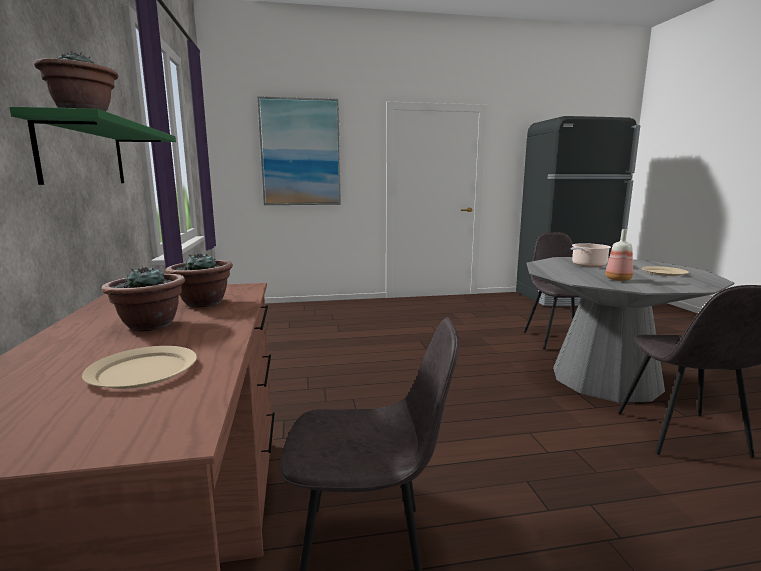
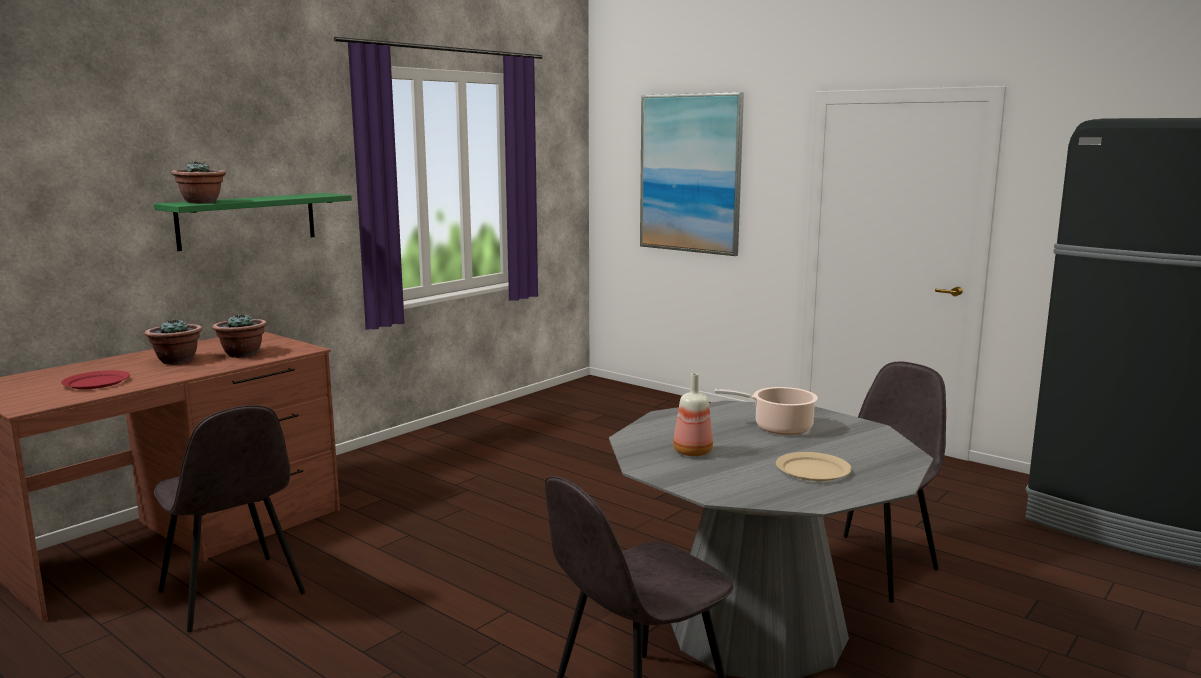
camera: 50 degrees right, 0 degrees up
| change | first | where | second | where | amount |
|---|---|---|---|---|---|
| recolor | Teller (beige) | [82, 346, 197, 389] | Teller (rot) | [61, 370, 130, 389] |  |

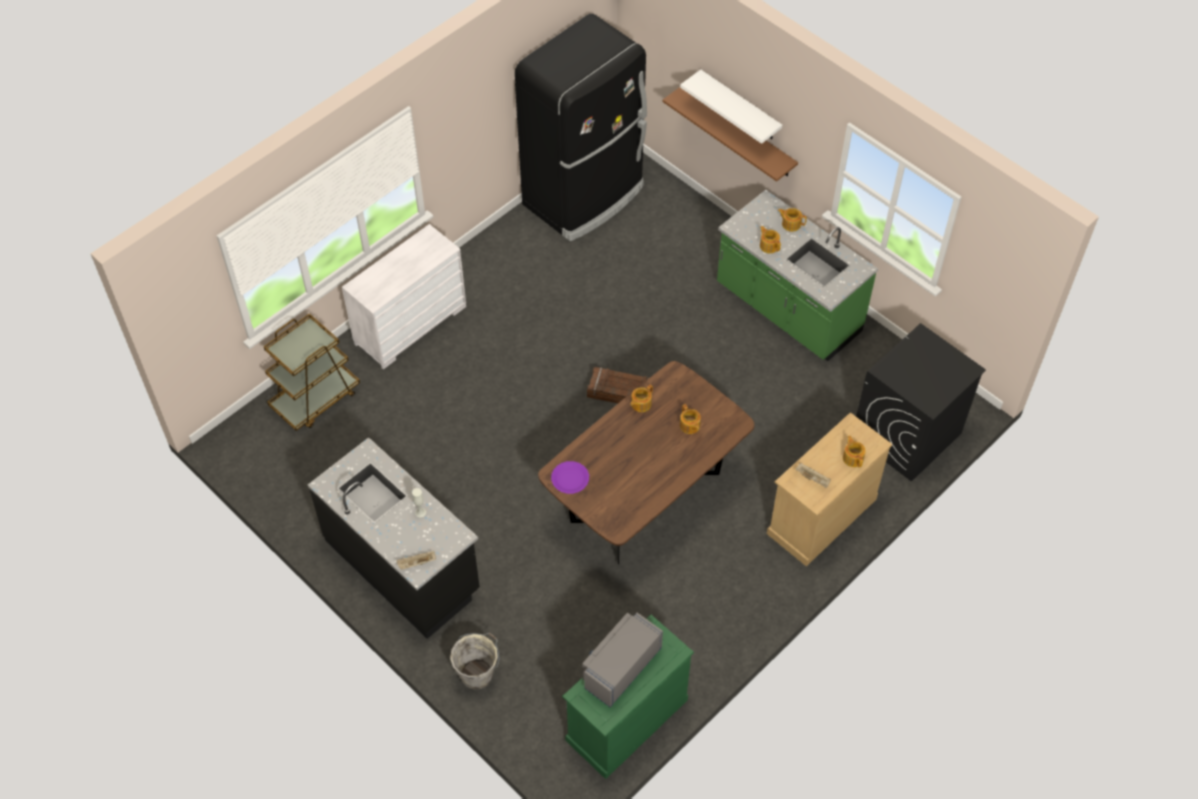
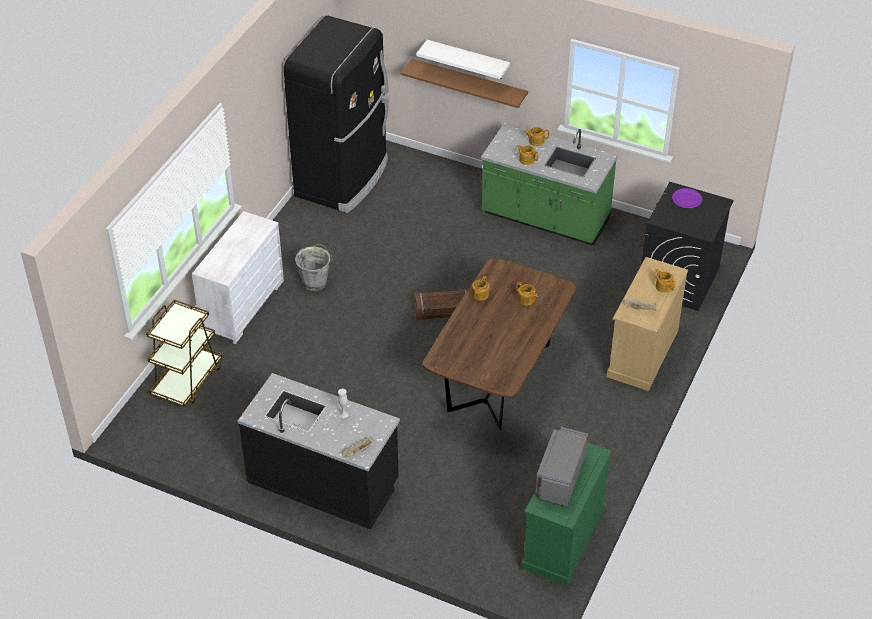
camera: 20 degrees left, 10 degrees down
| change | first | where | second | where | amount |
|---|---|---|---|---|---|
| move | Teller (lila) | [551, 461, 589, 494] |  | [672, 188, 702, 208] |  |
| move | Eimer (grau) | [450, 632, 500, 689] |  | [295, 244, 333, 291] |  |

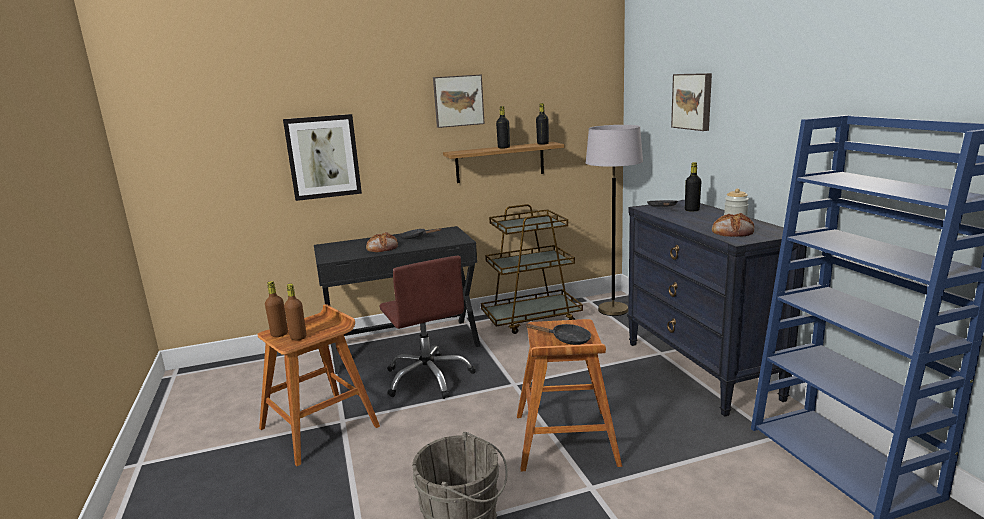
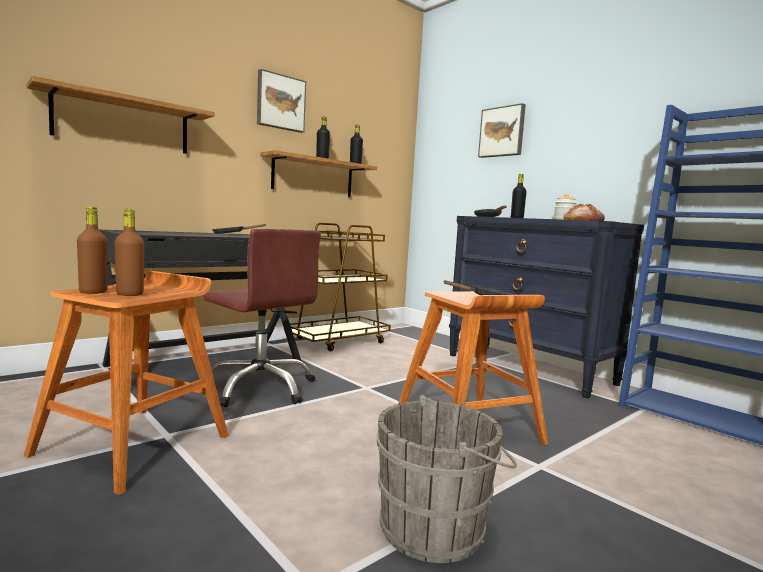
camera: 25 degrees left, 10 degrees down
| change | first | where | second | where | amount |
|---|---|---|---|---|---|
| replace | Bild | [283, 114, 362, 201] | Wandregal | [27, 75, 215, 154] |  |
| delete | Stehlampe (grau) | [586, 125, 643, 316] |  |  |  |
| delete | Brot | [366, 232, 398, 252] |  |  |  |

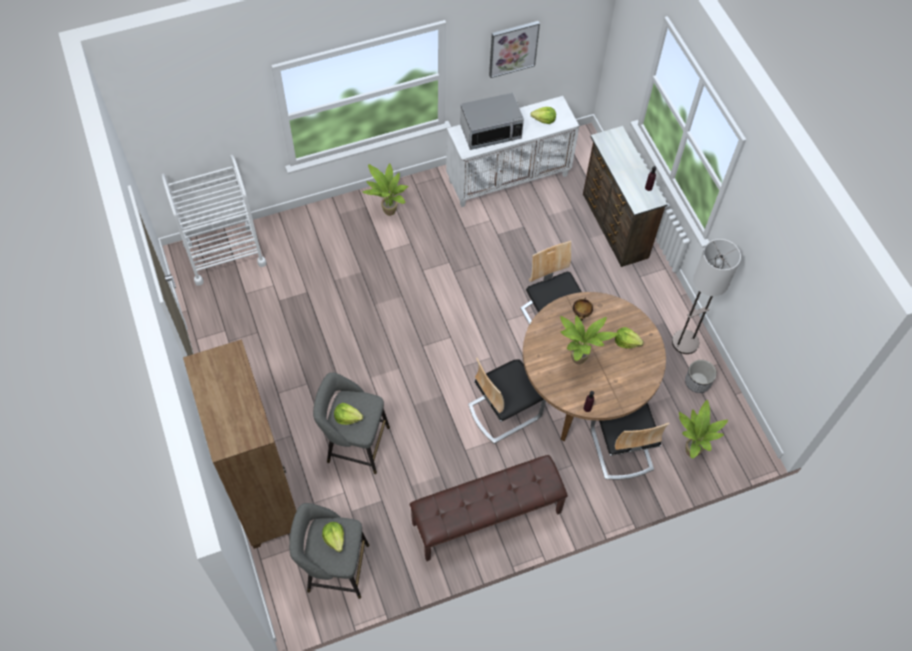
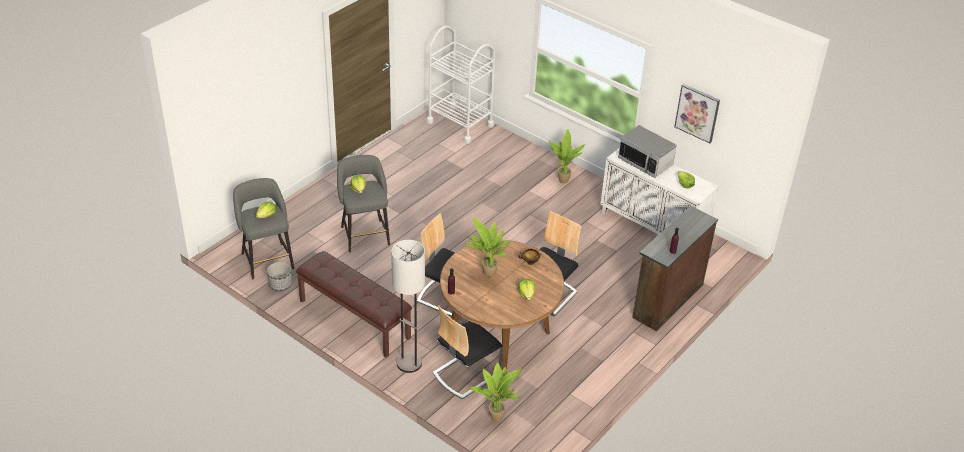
camera: 60 degrees right, 20 degrees down
| change | first | where | second | where | amount |
|---|---|---|---|---|---|
| move | Stehlampe | [672, 239, 741, 354] |  | [391, 240, 425, 373] |  |
| delete | Bücherregal (braun) | [183, 339, 296, 549] |  |  |  |
| move | Pflanzkübel | [685, 360, 717, 393] |  | [267, 262, 292, 291] |  |

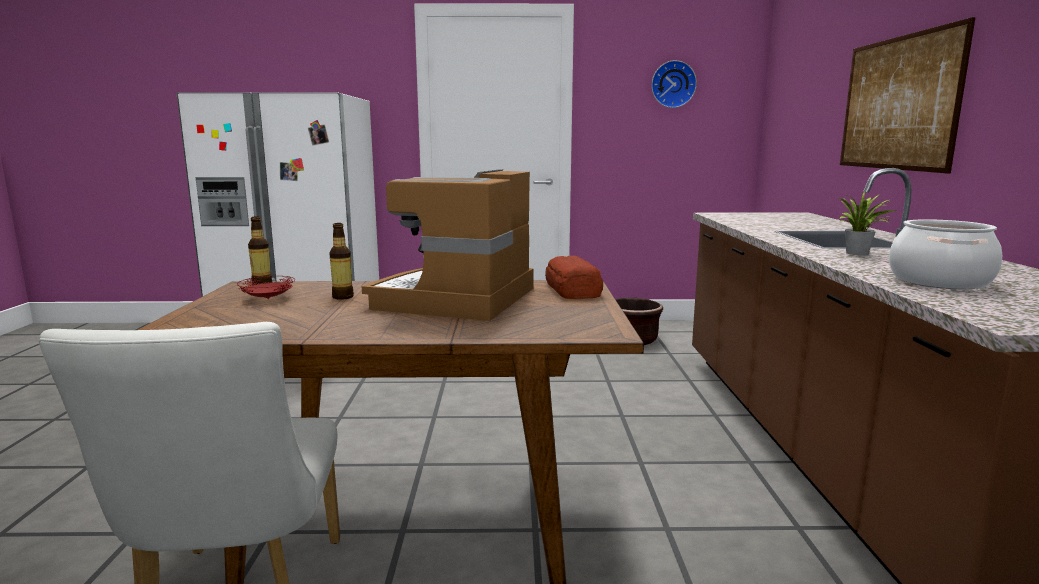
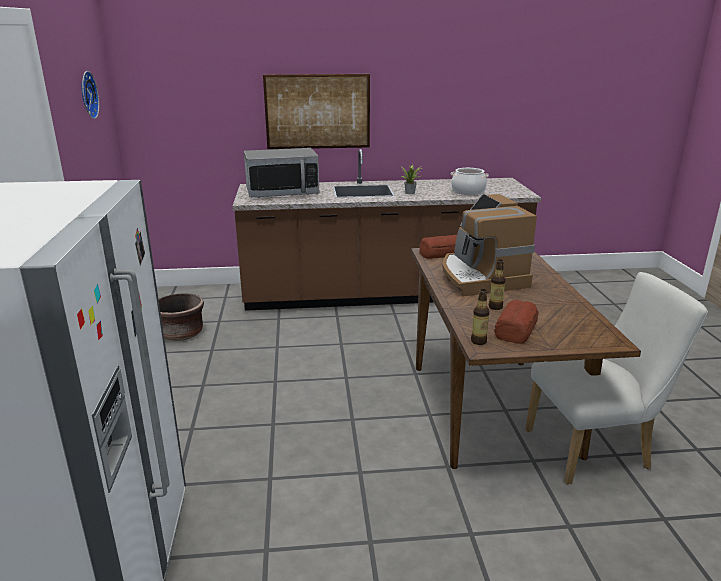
camera: 95 degrees left, 10 degrees up
| change | first | where | second | where | amount |
|---|---|---|---|---|---|
| rotate | Kaffeemaschine | [362, 169, 534, 321] |  | [442, 194, 537, 297] | 60 degrees clockwise |
| replace | Teller (rot) | [237, 276, 295, 299] | Brot | [494, 300, 538, 344] |  |
| insert |  |  | Mikrowelle | [244, 148, 319, 198] |  |

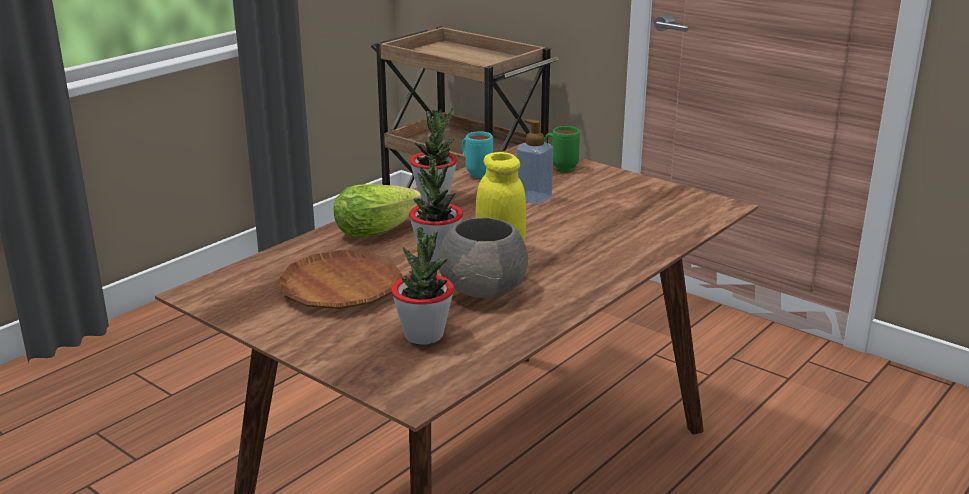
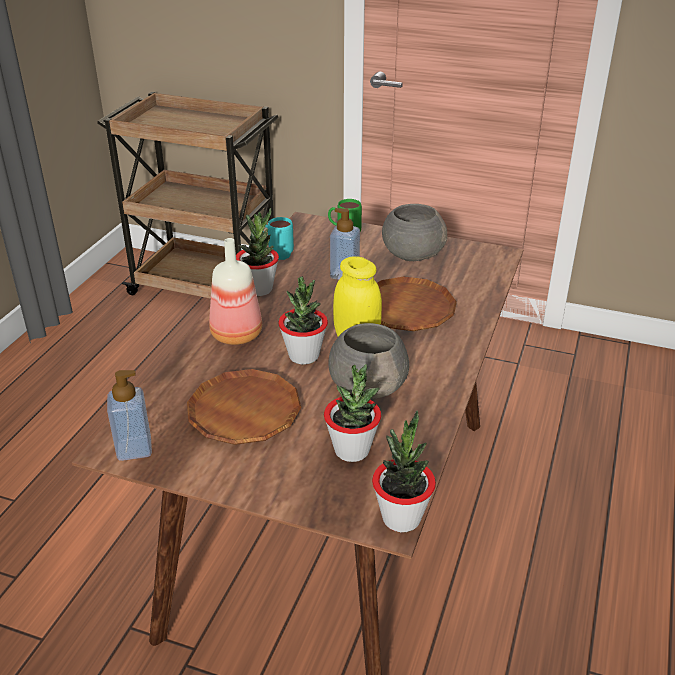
camera: 20 degrees left, 10 degrees up
| change | first | where | second | where | amount |
|---|---|---|---|---|---|
| replace | Salatkopf | [334, 184, 422, 237] | Flasche | [209, 238, 262, 345] |  |
| insert |  |  | Schüssel (grau) | [382, 204, 447, 261] |  |
| insert |  |  | Teller (braun) | [377, 277, 457, 331] |  |
| insert |  |  | Seifenspender | [107, 370, 152, 461] |  |
| insert |  |  | Topfpflanze | [372, 411, 436, 532] |  |

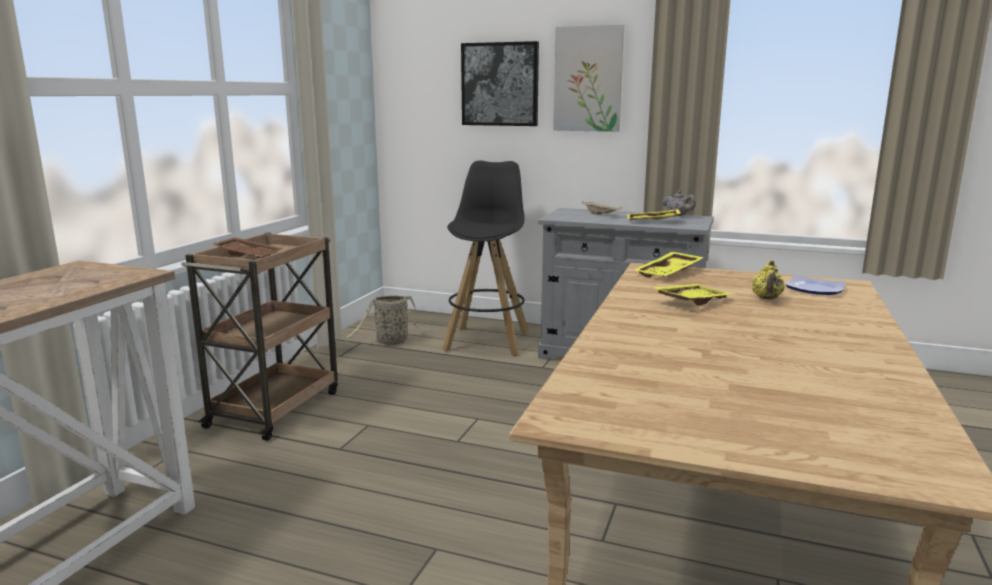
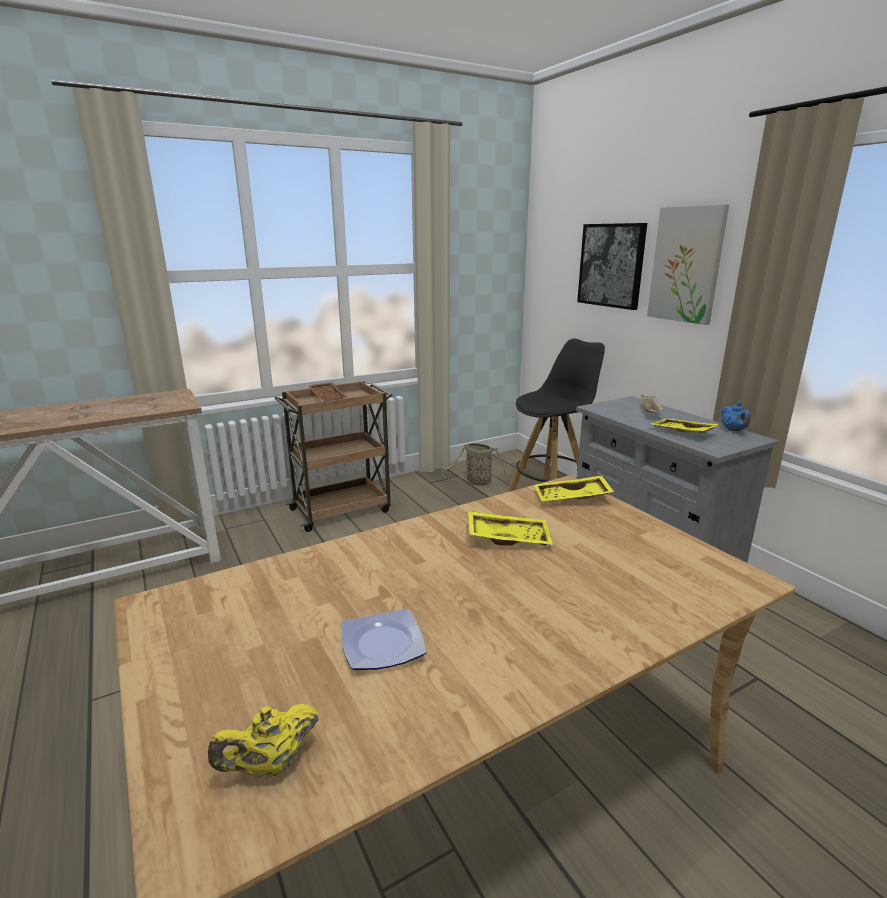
camera: 40 degrees right, 5 degrees up
| change | first | where | second | where | amount |
|---|---|---|---|---|---|
| recolor | Teekanne (grau) | [662, 190, 696, 216] | Teekanne (blau) | [722, 402, 751, 431] |  |
| move | Teekanne (gelb) | [752, 260, 785, 300] |  | [208, 704, 319, 777] |  |
| move | Teller | [786, 275, 845, 295] |  | [341, 609, 426, 670] |  |

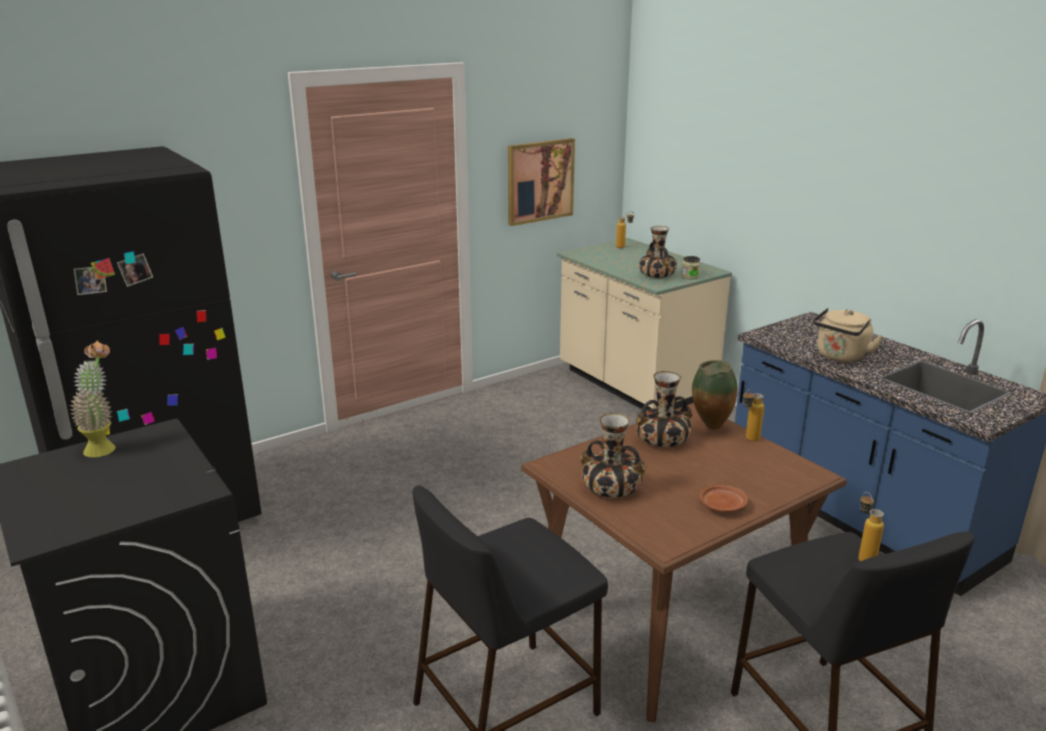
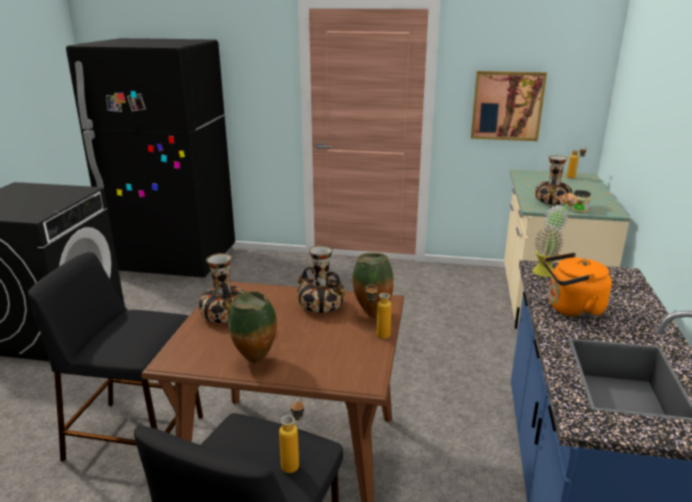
camera: 45 degrees right, 0 degrees up
| change | first | where | second | where | amount |
|---|---|---|---|---|---|
| recolor | Wasserkessel (beige) | [813, 308, 883, 363] | Wasserkessel (orange) | [544, 253, 612, 319] |  |
| move | Topfpflanze | [70, 340, 116, 457] |  | [532, 192, 578, 277] |  |
| replace | Teller (braun) | [700, 485, 748, 512] | Vase | [228, 291, 277, 363] |  |

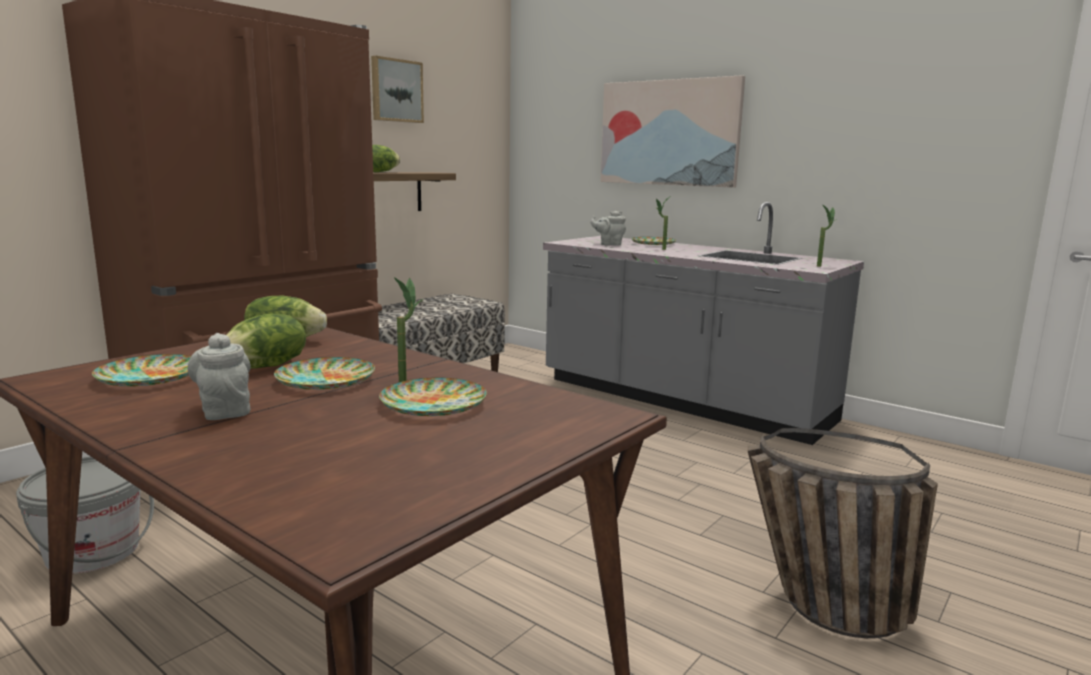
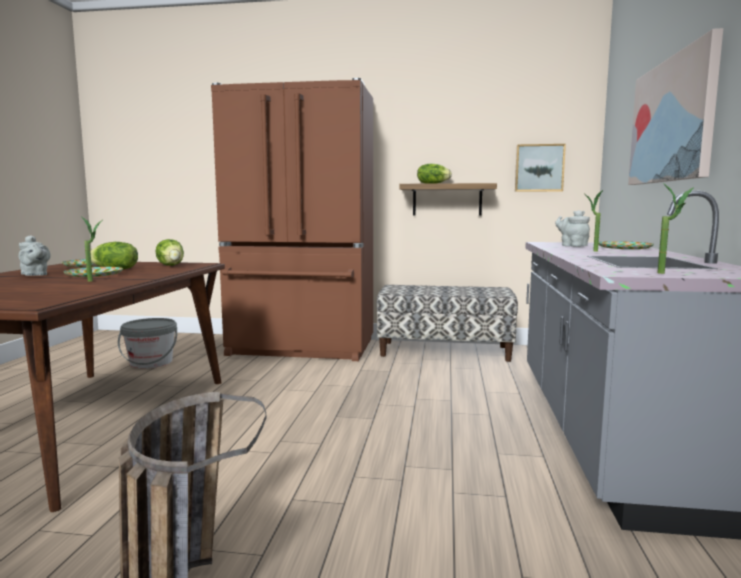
camera: 60 degrees right, 5 degrees down
| change | first | where | second | where | amount |
|---|---|---|---|---|---|
| move | Bild | [371, 56, 424, 123] |  | [515, 144, 566, 192] |  |
| rotate | Teekanne (grau) | [188, 333, 251, 420] |  | [19, 235, 51, 276] | 105 degrees clockwise |
| delete | Teller | [379, 377, 487, 416] |  |  |  |

